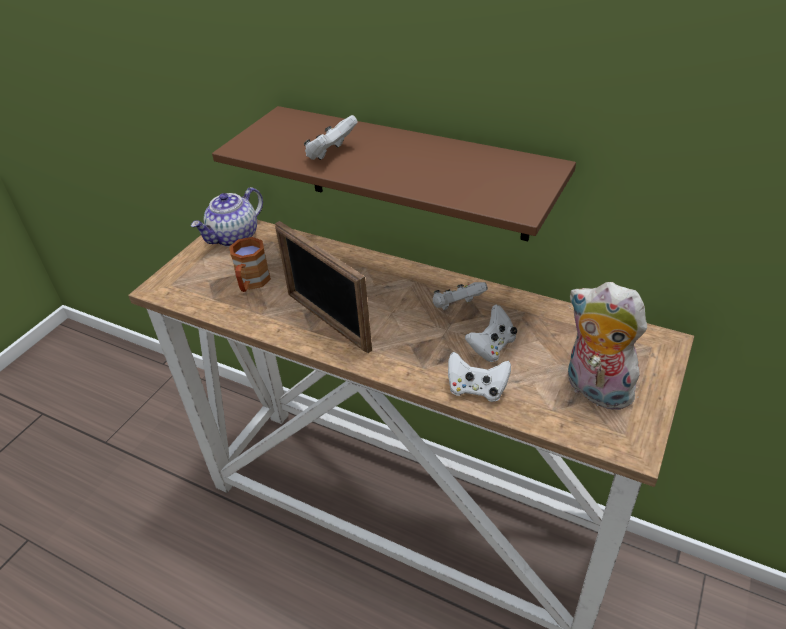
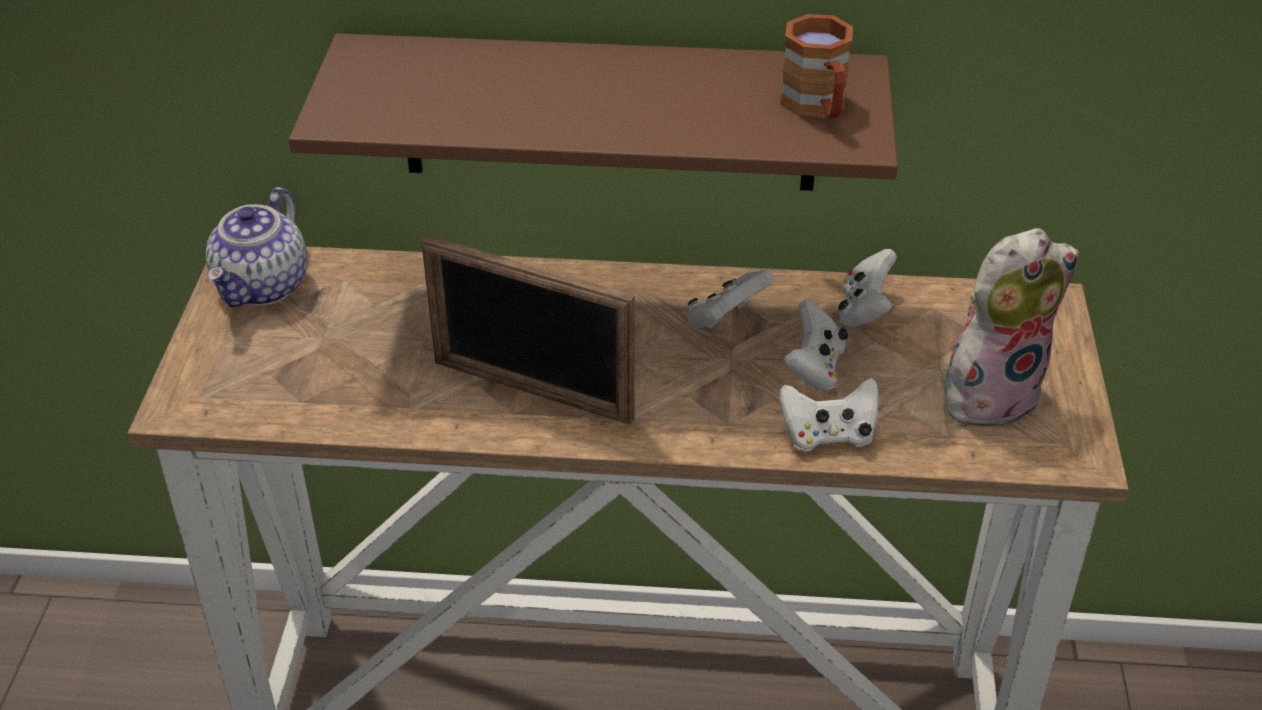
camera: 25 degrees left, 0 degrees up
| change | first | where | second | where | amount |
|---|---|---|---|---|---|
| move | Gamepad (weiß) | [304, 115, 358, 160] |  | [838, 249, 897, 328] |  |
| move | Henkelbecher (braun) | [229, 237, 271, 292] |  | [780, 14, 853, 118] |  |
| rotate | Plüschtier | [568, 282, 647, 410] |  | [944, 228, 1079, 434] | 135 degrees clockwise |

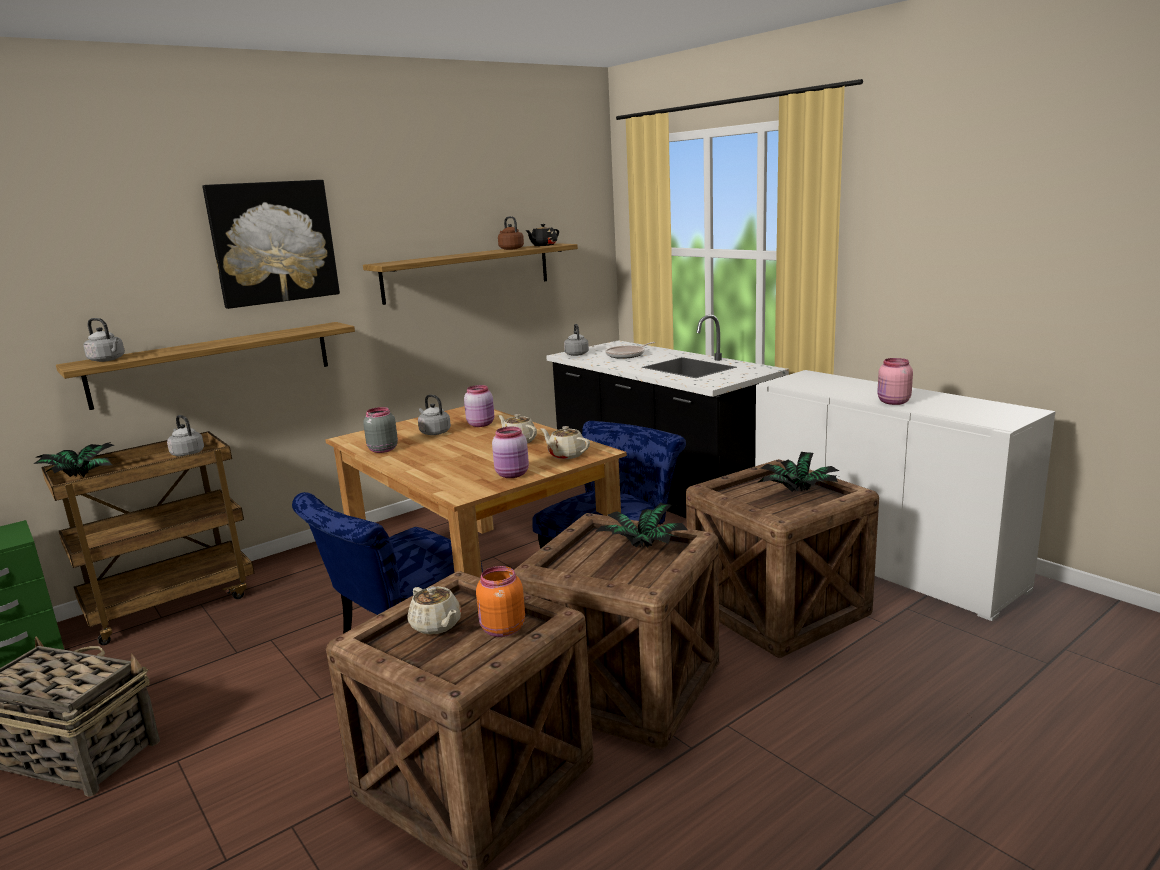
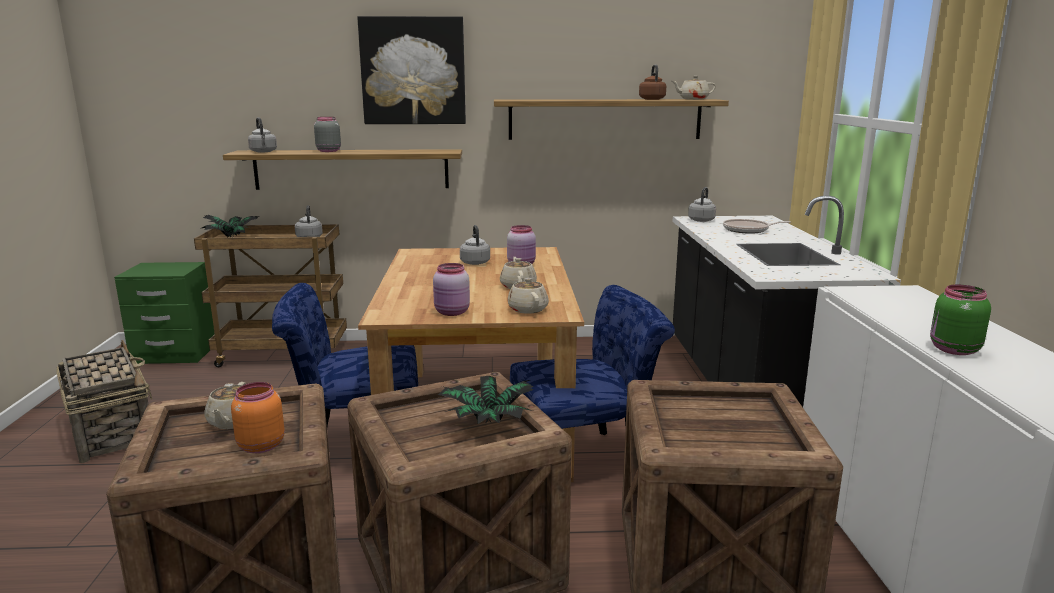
camera: 35 degrees right, 0 degrees up
| change | first | where | second | where | amount |
|---|---|---|---|---|---|
| recolor | Teekanne (schwarz) | [525, 224, 559, 246] | Teekanne (beige) | [672, 76, 716, 100] |  |
| recolor | Vorratsglas (rosa) | [877, 358, 913, 405] | Vorratsglas (grün) | [930, 285, 991, 355] |  |
| move | Vorratsglas (grau) | [363, 407, 398, 453] |  | [314, 117, 341, 152] |  |
| delete | Topfpflanze | [759, 452, 839, 492] |  |  |  |

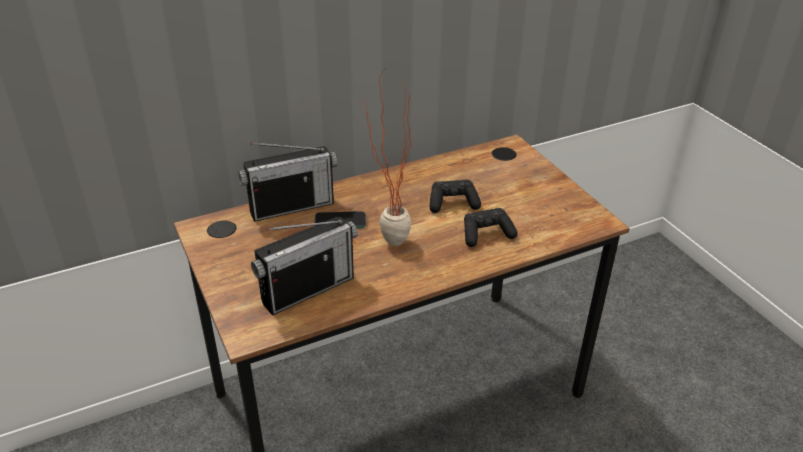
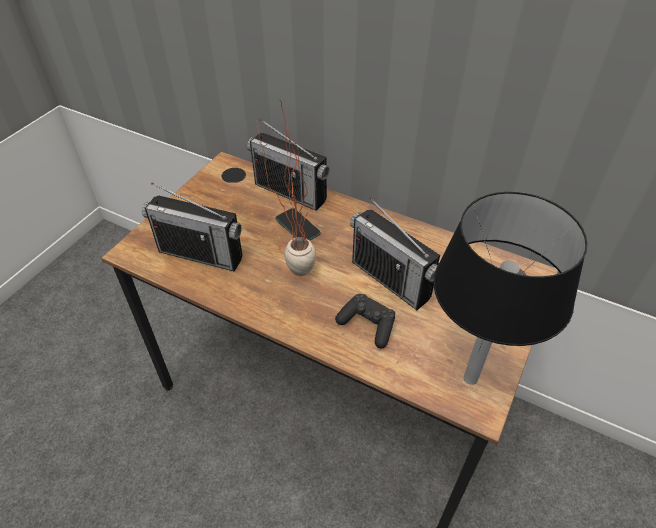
camera: 55 degrees right, 10 degrees up
| change | first | where | second | where | amount |
|---|---|---|---|---|---|
| replace | Gamepad (schwarz) | [430, 179, 481, 213] | Radio | [350, 197, 440, 310] |  |
| insert |  |  | Tischlampe (schwarz) | [433, 192, 587, 385] |  |

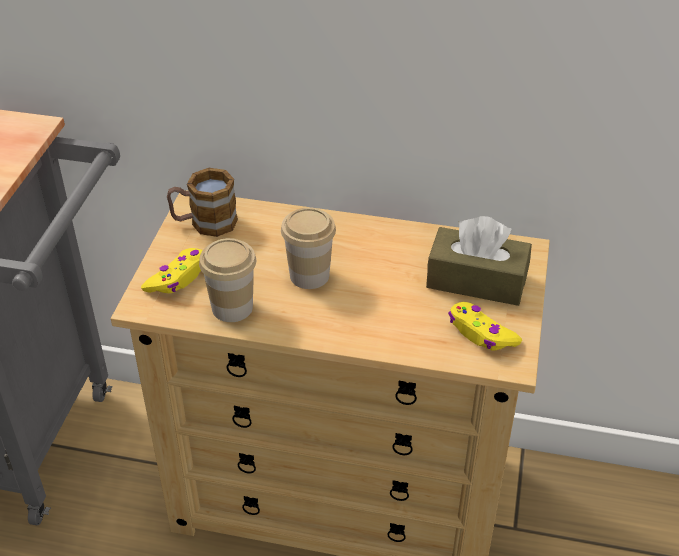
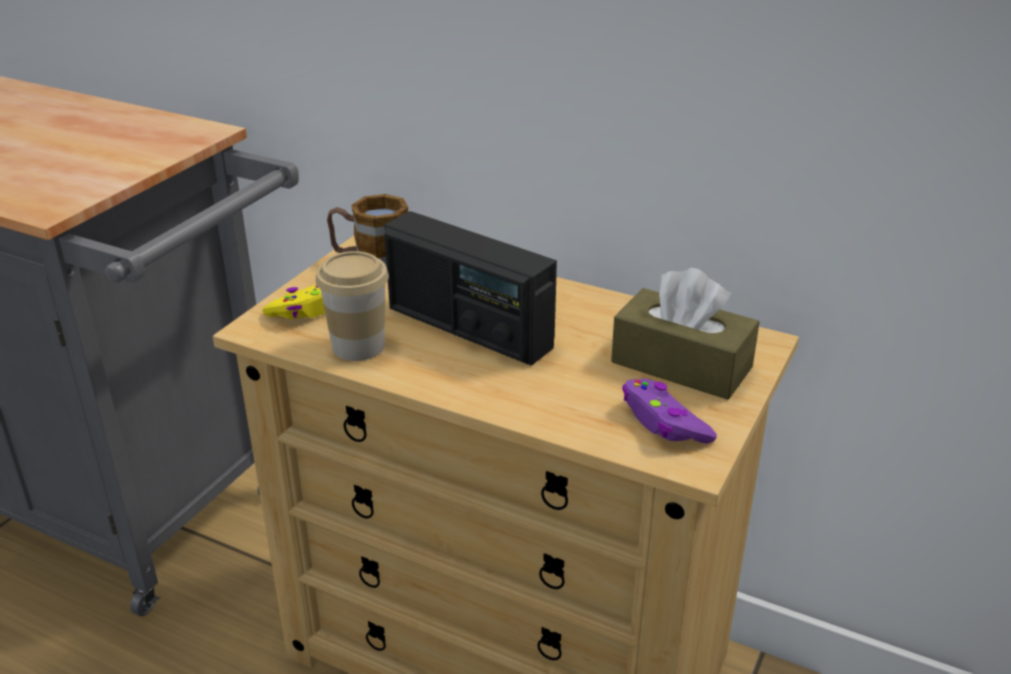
camera: 15 degrees right, 10 degrees down
| change | first | where | second | where | amount |
|---|---|---|---|---|---|
| replace | Tasse | [281, 207, 336, 289] | Radio | [385, 211, 557, 365] |  |
| recolor | Gamepad (gelb) | [448, 302, 522, 350] | Gamepad (lila) | [622, 379, 717, 444] |  |

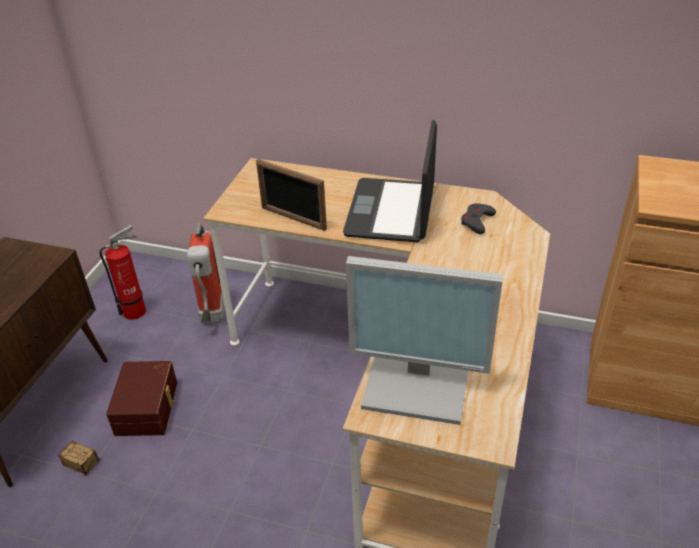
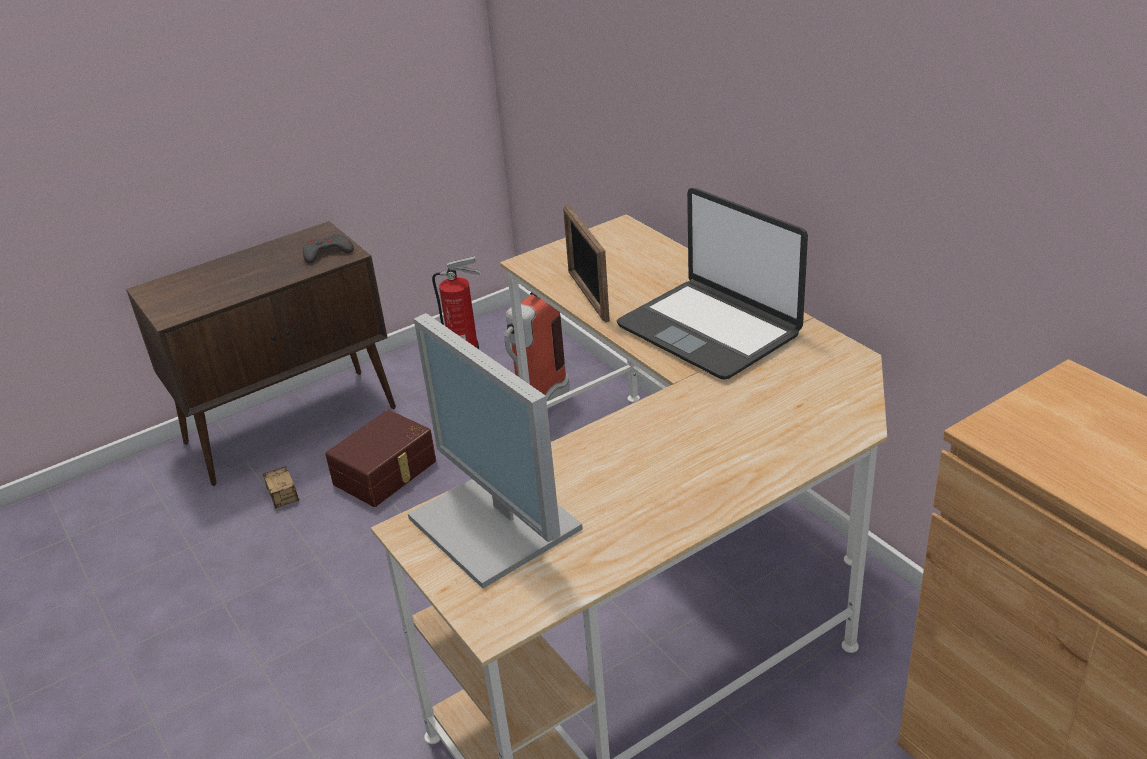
camera: 40 degrees right, 5 degrees down
| change | first | where | second | where | amount |
|---|---|---|---|---|---|
| rotate | Laptop | [343, 120, 437, 242] |  | [617, 188, 808, 379] | 90 degrees counterclockwise |
| move | Gamepad (grau) | [461, 204, 496, 234] |  | [303, 234, 354, 264] |  |

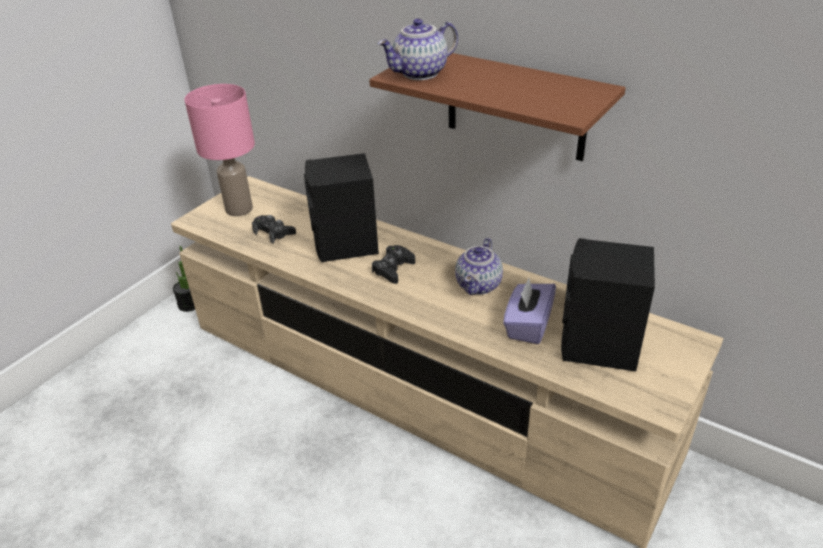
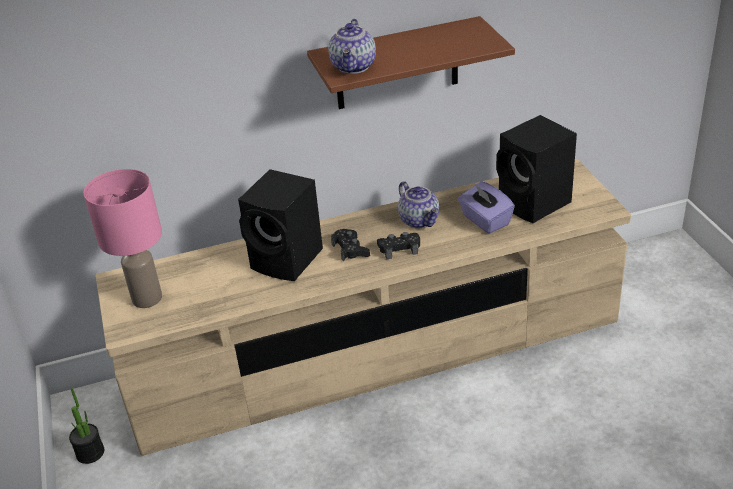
camera: 50 degrees left, 0 degrees up
| change | first | where | second | where | amount |
|---|---|---|---|---|---|
| move | Gamepad (schwarz) | [252, 215, 296, 244] |  | [377, 232, 420, 259] |  |

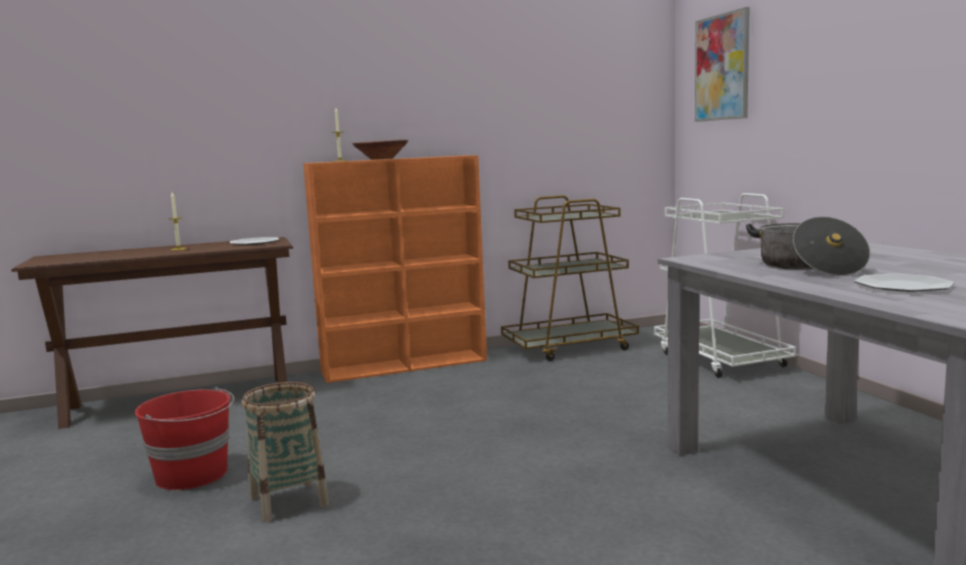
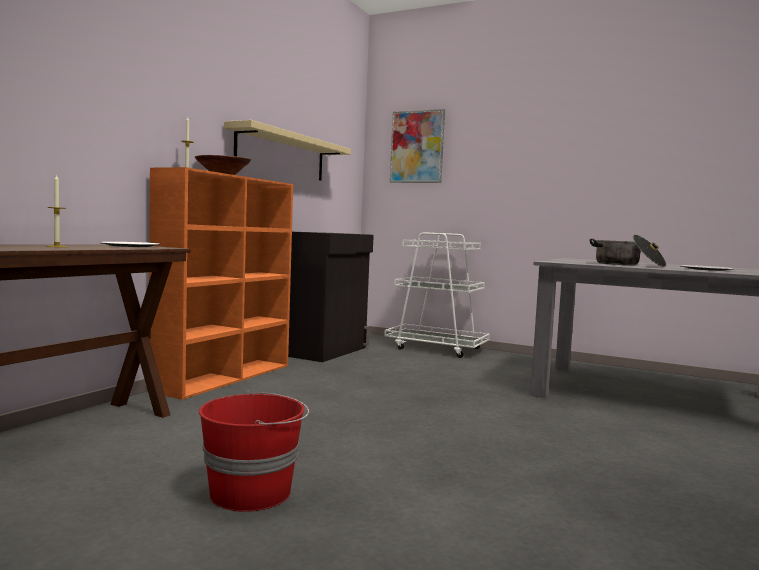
camera: 45 degrees left, 5 degrees down
| change | first | where | second | where | amount |
|---|---|---|---|---|---|
| replace | Rollwagen (braun) | [501, 195, 639, 361] | Schrank (schwarz) | [288, 232, 374, 362] |  |
| delete | Korb | [242, 382, 329, 522] |  |  |  |
| insert |  |  | Wandregal (beige) | [224, 120, 351, 181] |  |

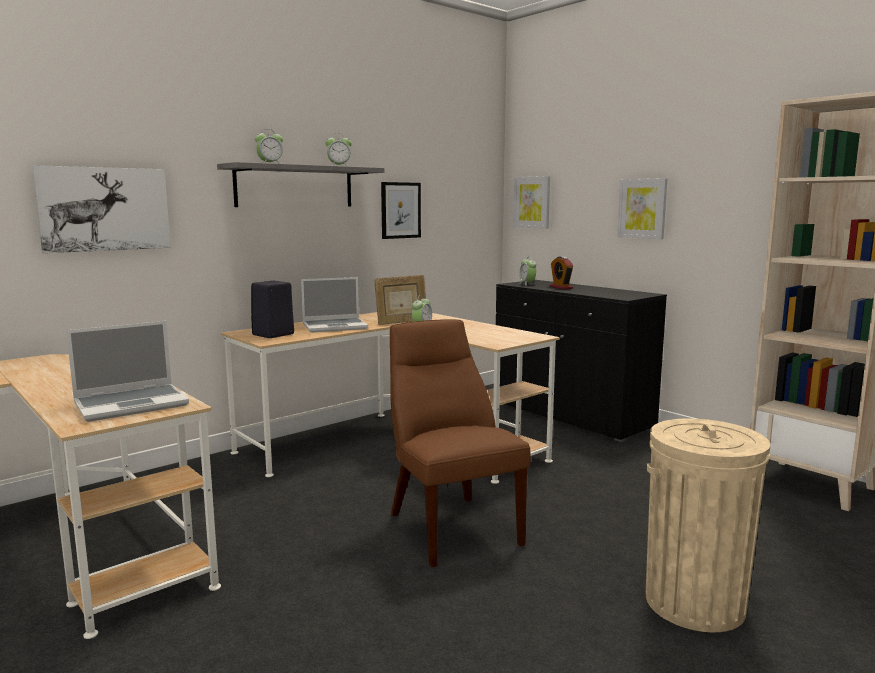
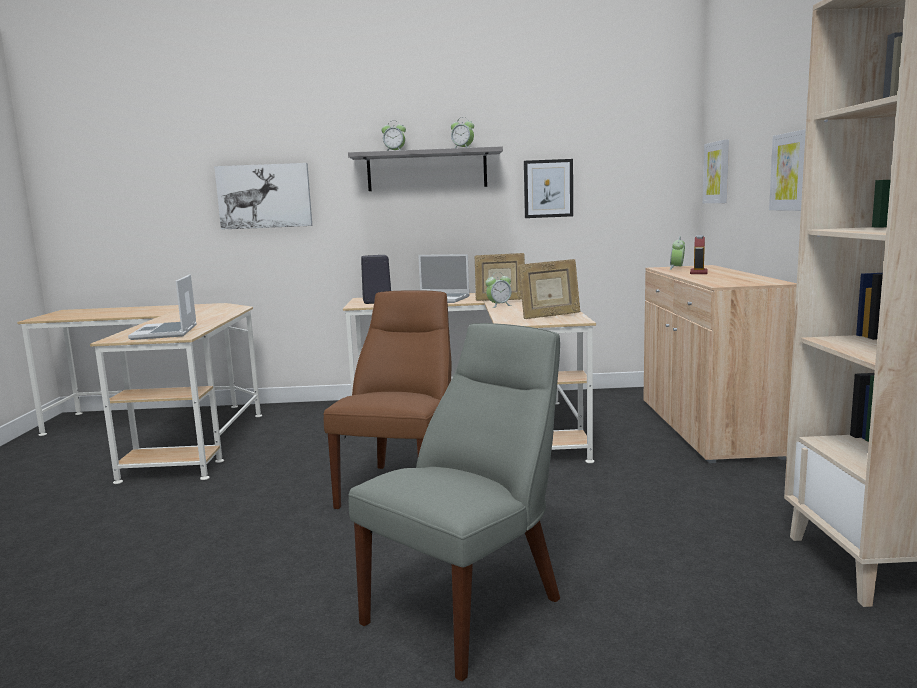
camera: 40 degrees right, 0 degrees up
| change | first | where | second | where | amount |
|---|---|---|---|---|---|
| recolor | Schrank (schwarz) | [496, 280, 667, 442] | Schrank (beige) | [643, 265, 797, 463] |  |
| rotate | Laptop | [66, 321, 189, 422] |  | [128, 275, 197, 340] | 75 degrees clockwise |
| replace | Mülleimer (beige) | [646, 419, 770, 632] | Stuhl (grau) | [348, 323, 560, 681] |  |
| insert |  |  | Bilderrahmen | [518, 259, 580, 319] |  |

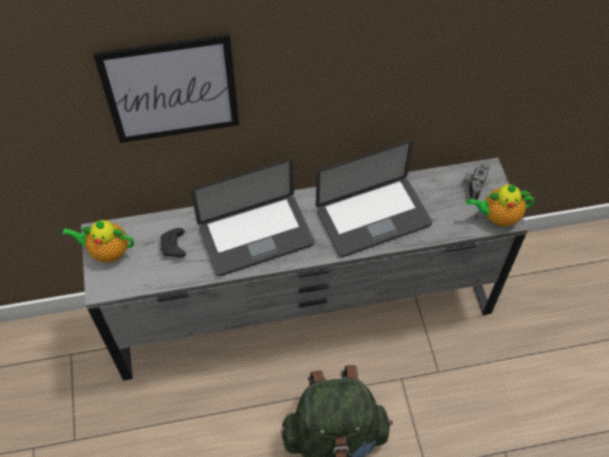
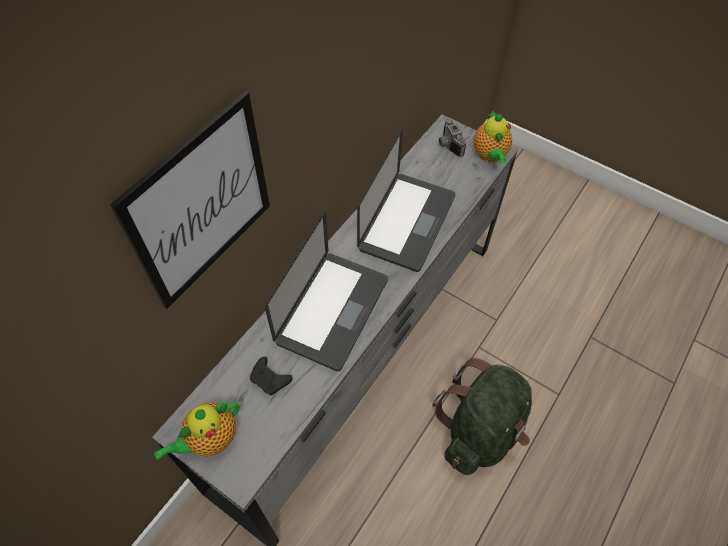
camera: 45 degrees left, 0 degrees up
| change | first | where | second | where | amount |
|---|---|---|---|---|---|
| rotate | Teekanne | [466, 184, 534, 226] |  | [474, 110, 512, 163] | 45 degrees counterclockwise |

